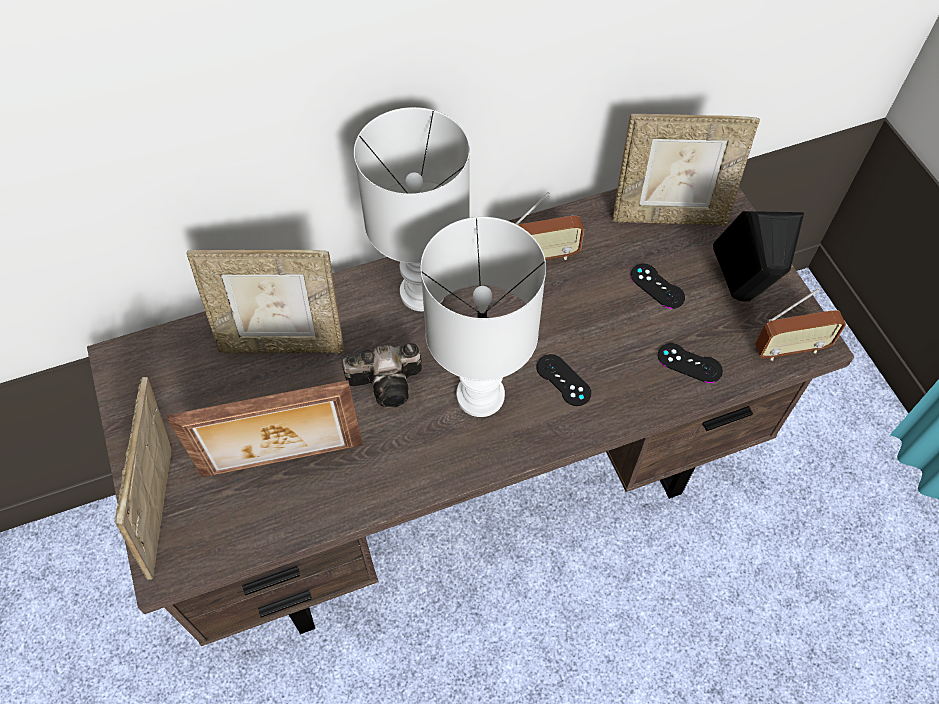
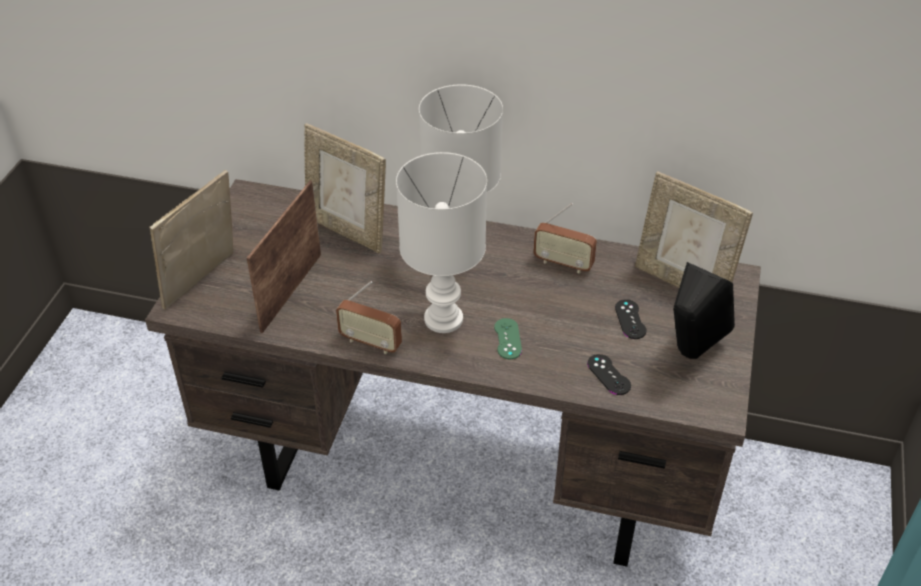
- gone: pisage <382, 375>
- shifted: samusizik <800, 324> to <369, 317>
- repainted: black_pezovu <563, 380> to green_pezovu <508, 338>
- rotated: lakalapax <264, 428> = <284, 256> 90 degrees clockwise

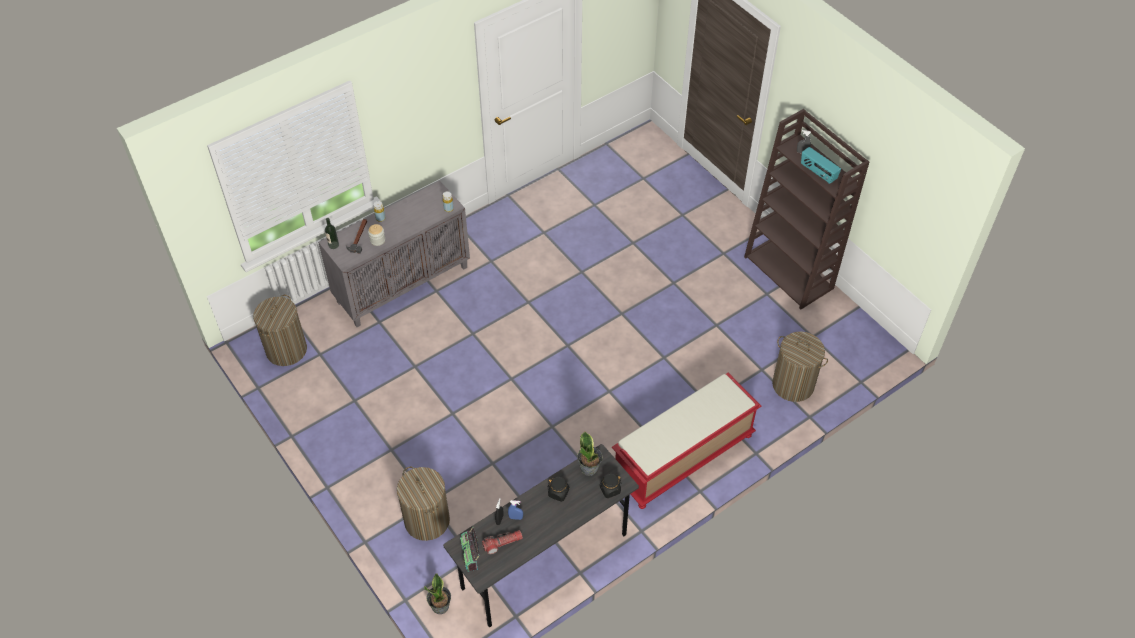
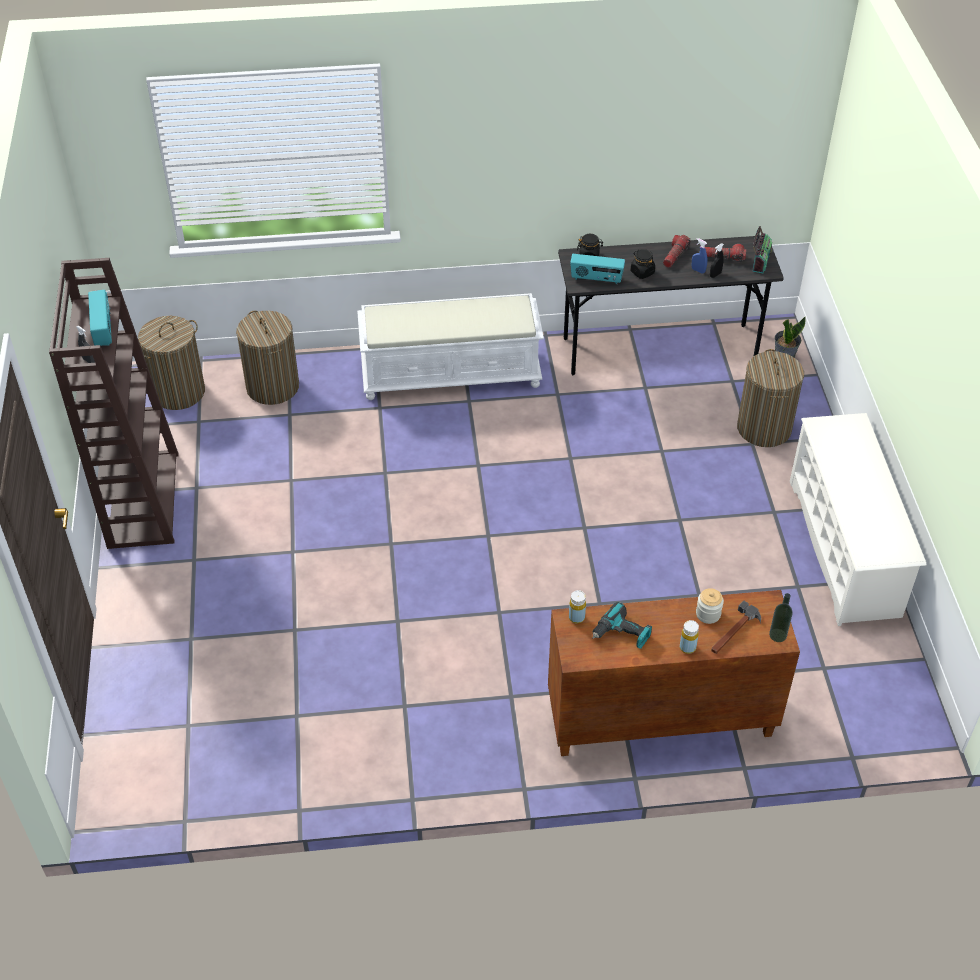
- new: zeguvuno <622, 625>
- new: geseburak <677, 251>
- new: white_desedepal <858, 519>
- shifted: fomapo <280, 330> to <171, 363>
- swapped: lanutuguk <590, 454> to samusizik <597, 269>
- repainted: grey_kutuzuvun <394, 254> to brown_kutuzuvun <674, 673>
- repainted: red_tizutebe <686, 441> to white_tizutebe <450, 346>

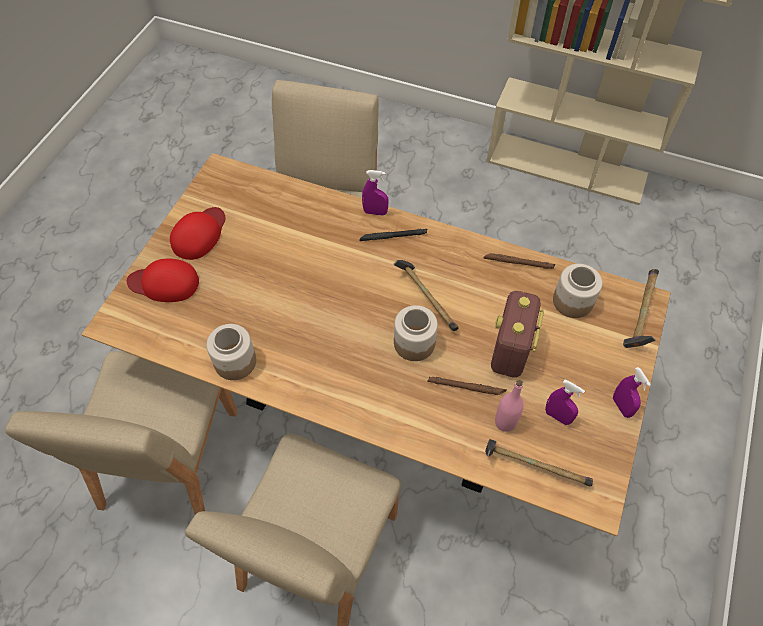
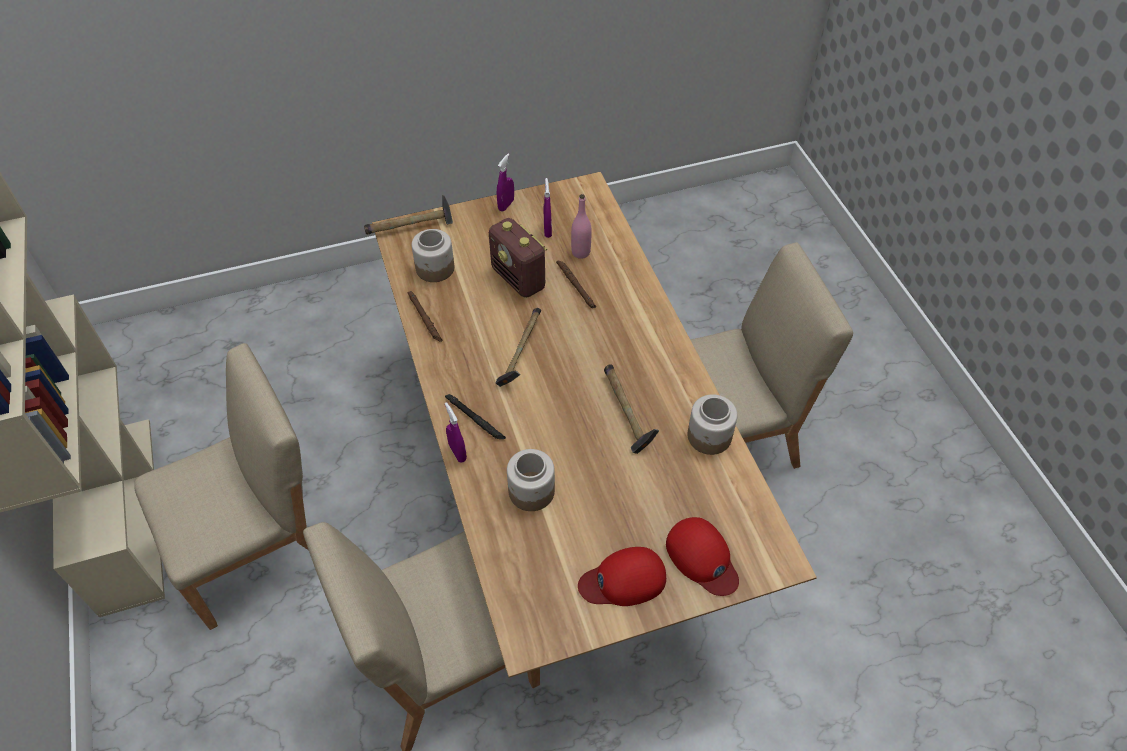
- shifted: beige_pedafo <121, 433> to <221, 486>
- shifted: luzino <416, 333> to <531, 480>
- shifted: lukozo <539, 463> to <631, 409>
- rotated: samusizik <517, 334> = <518, 258> 75 degrees clockwise

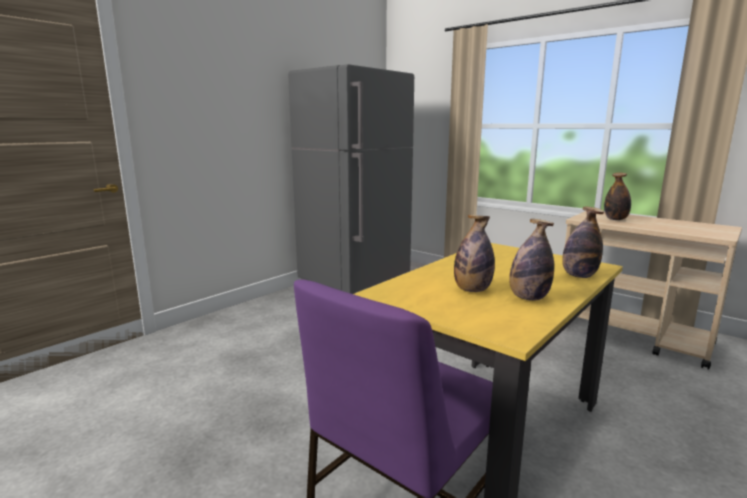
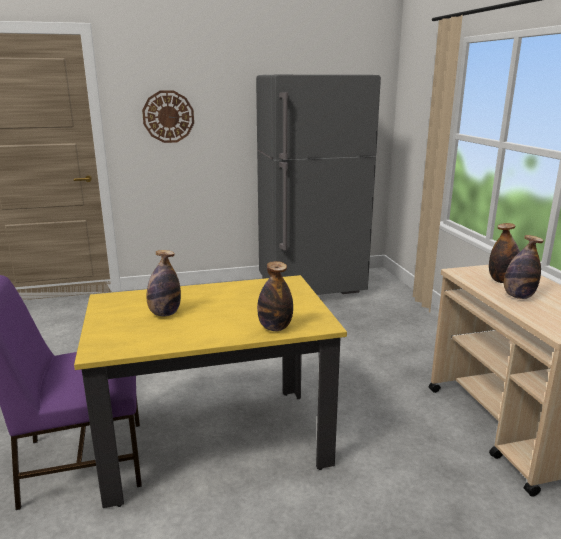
- new: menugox <168, 117>
- shifted: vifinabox <531, 260> to <523, 267>

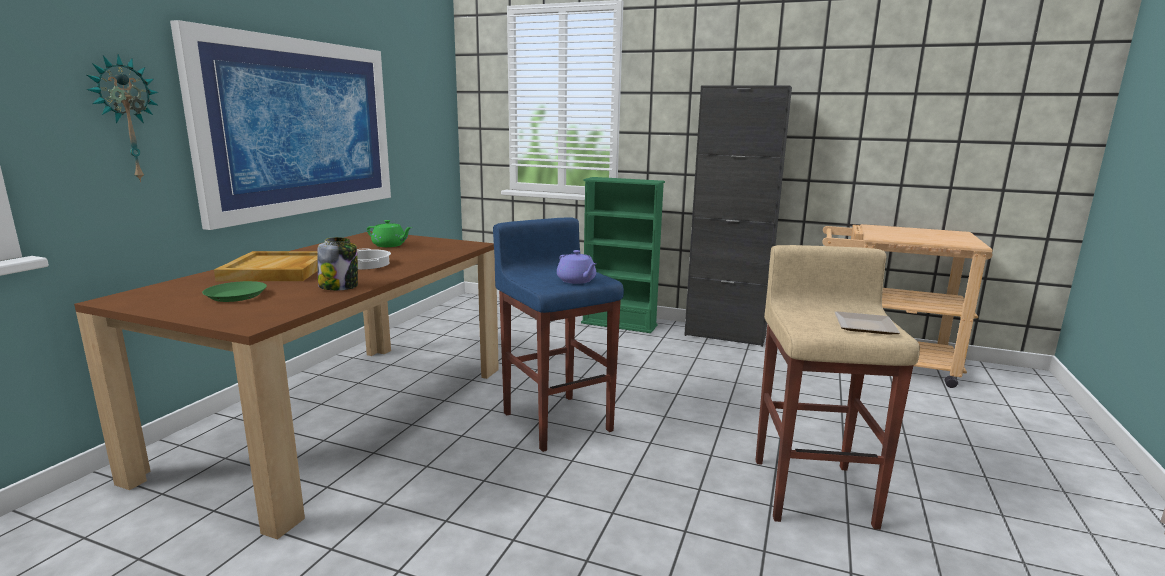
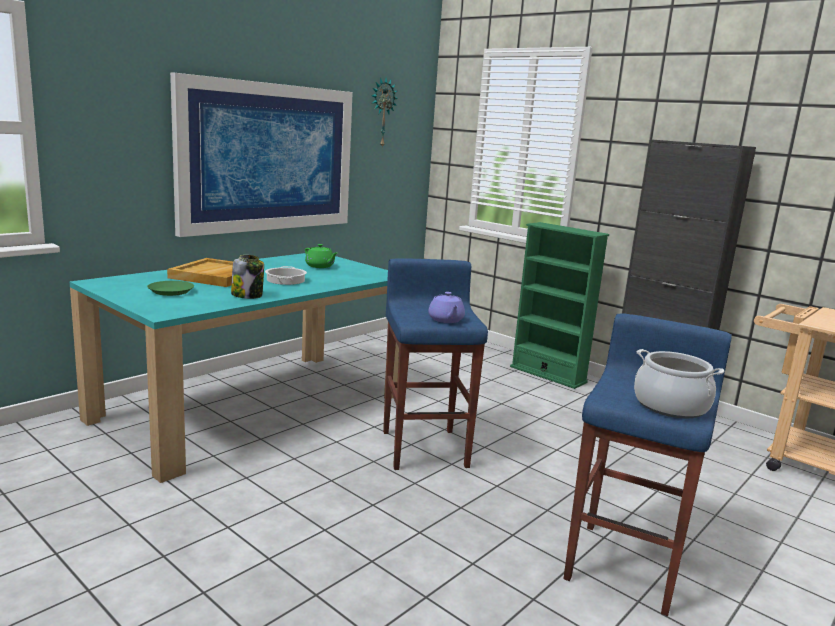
- shifted: menugox <122, 118> to <384, 112>
- swapped: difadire <867, 322> to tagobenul <679, 383>
- repainted: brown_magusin <286, 385> to turquoise_magusin <234, 368>
- repainted: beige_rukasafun <838, 387> to blue_rukasafun <647, 464>

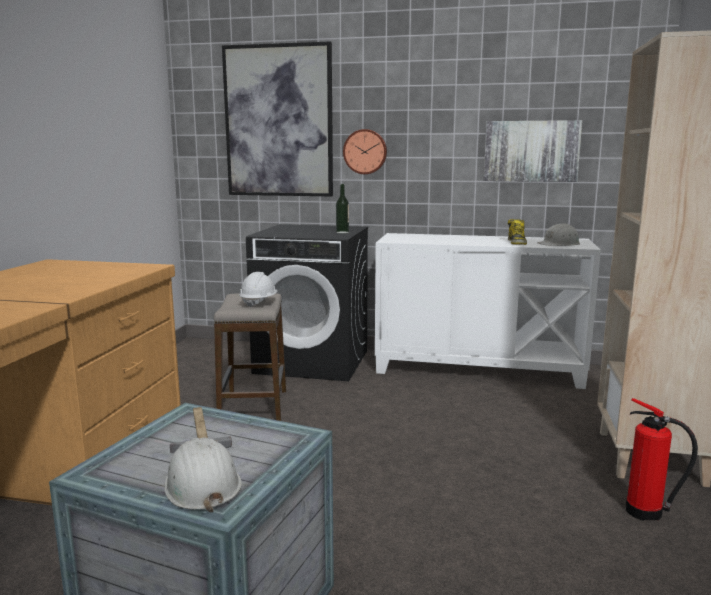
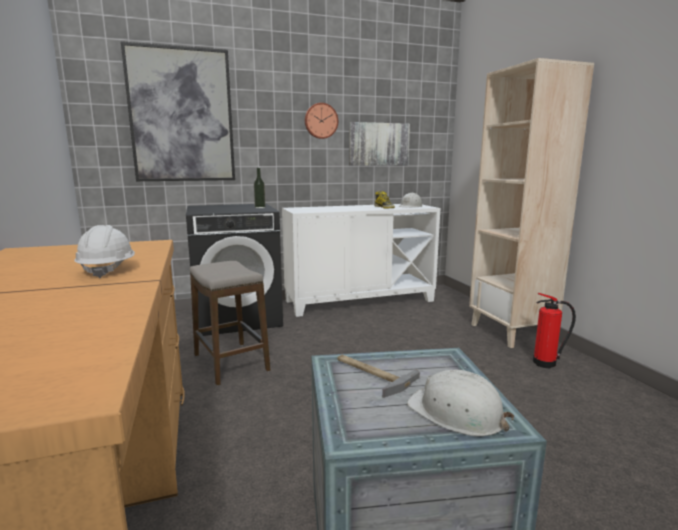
- shifted: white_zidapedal <258, 290> to <105, 251>
- shifted: menugox <365, 151> to <321, 121>

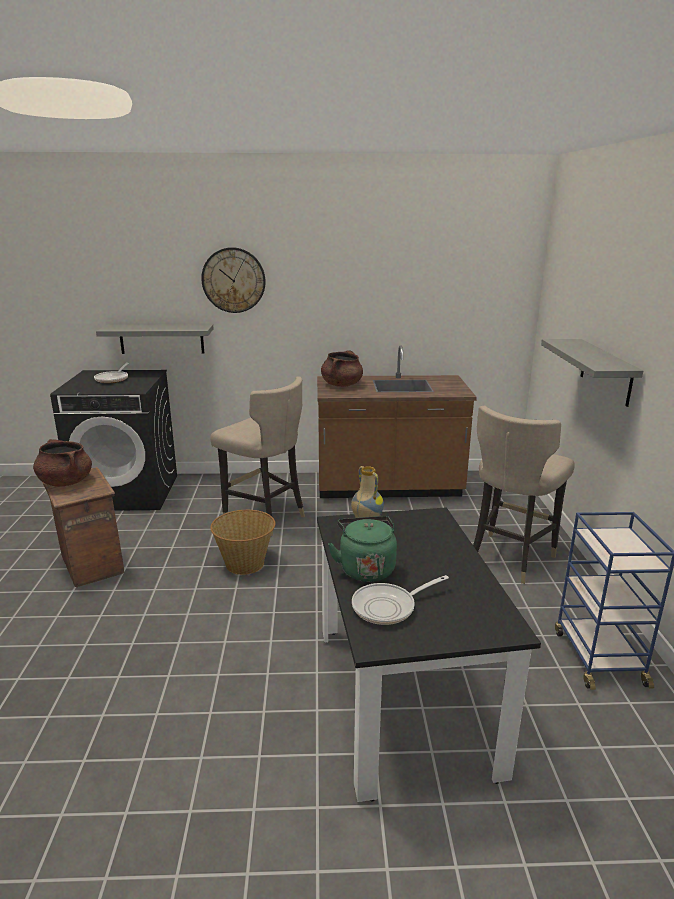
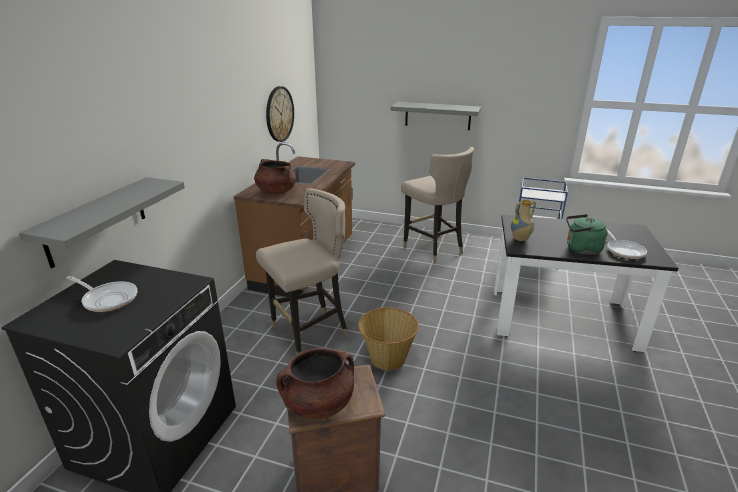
- shifted: menugox <233, 280> to <280, 114>

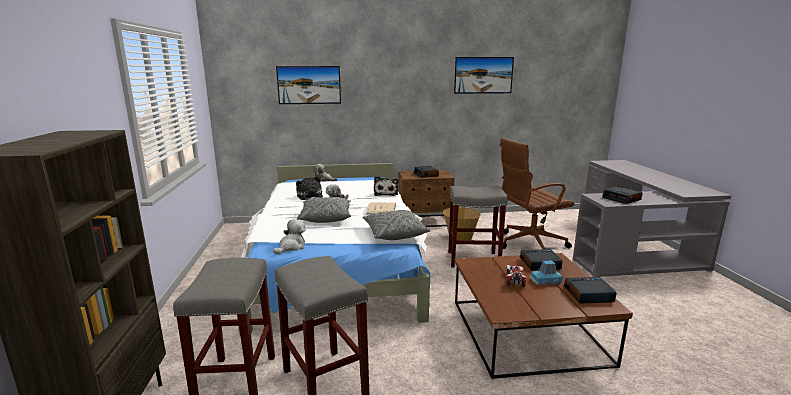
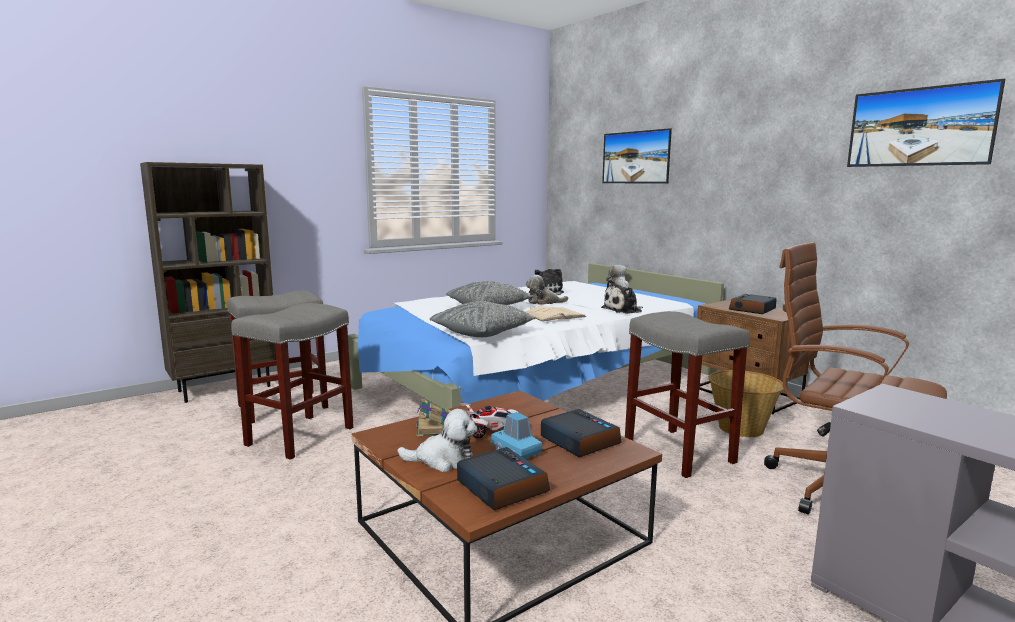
- gone: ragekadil <622, 195>
- new: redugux <433, 417>
- shifted: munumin <289, 236> to <437, 440>

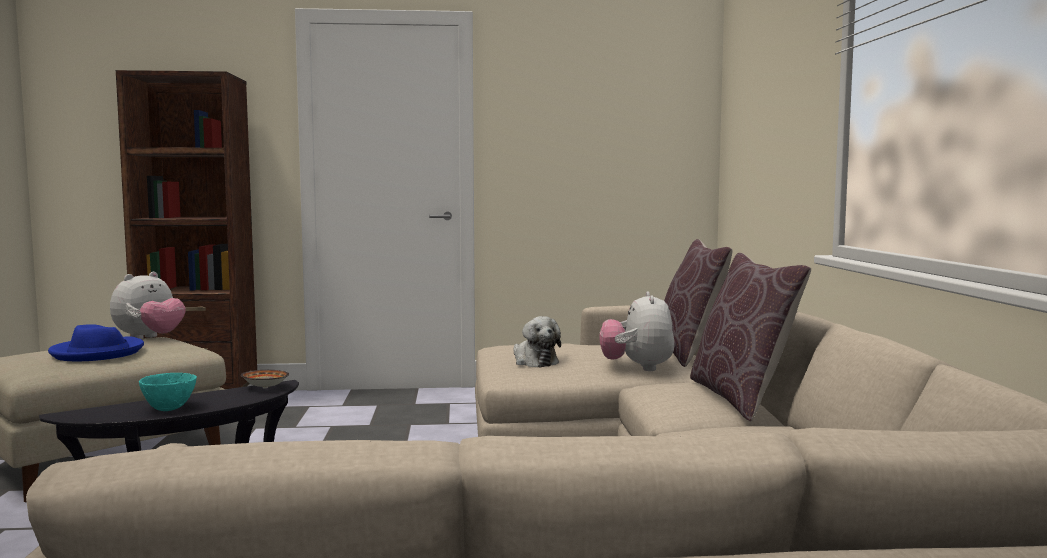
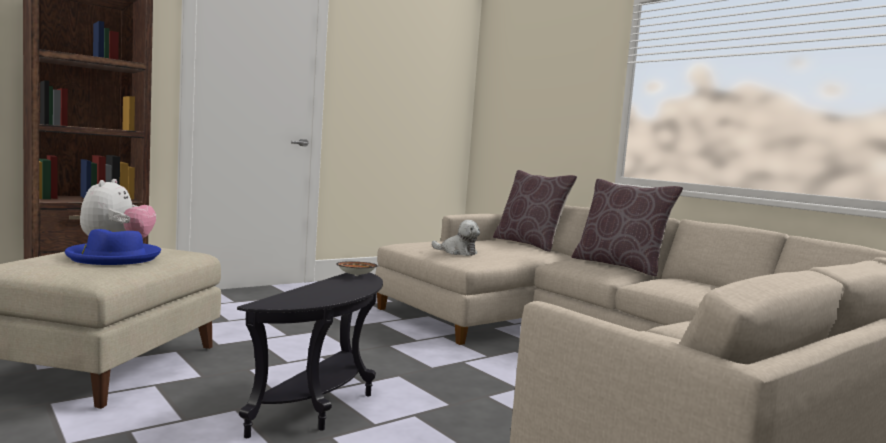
- gone: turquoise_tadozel <168, 392>
- gone: munumin <637, 331>

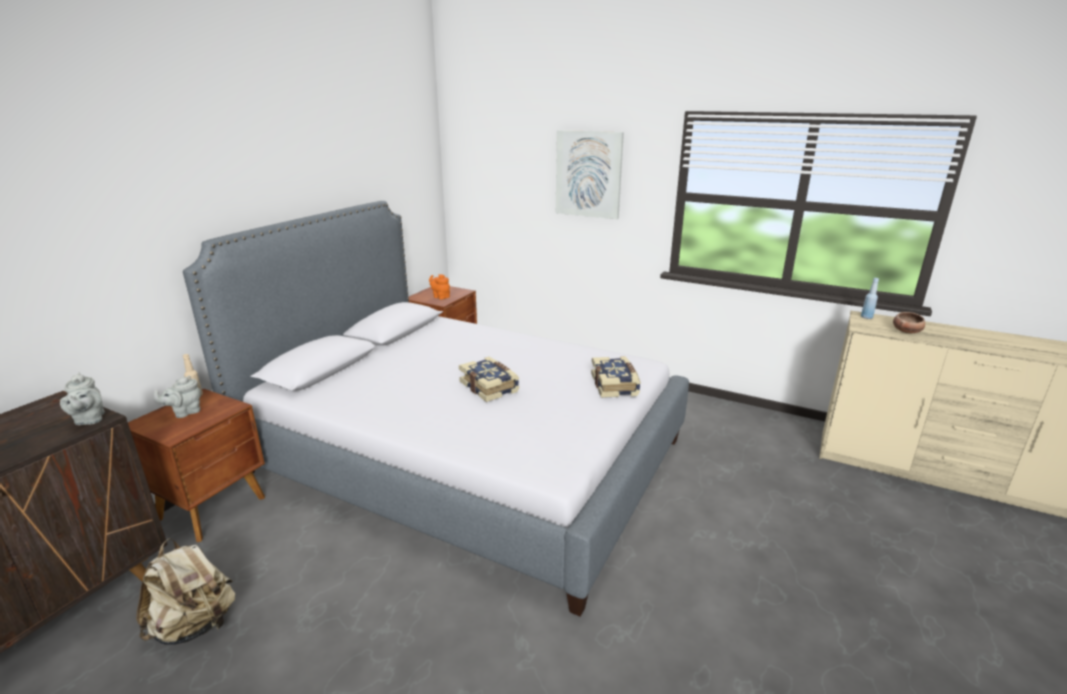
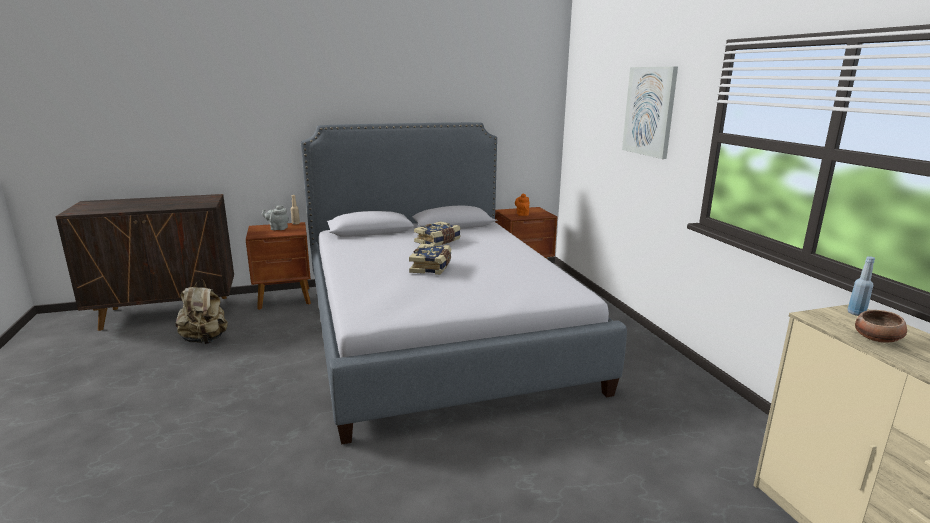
- gone: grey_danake <82, 398>
- shifted: redugux <616, 377> to <437, 233>

